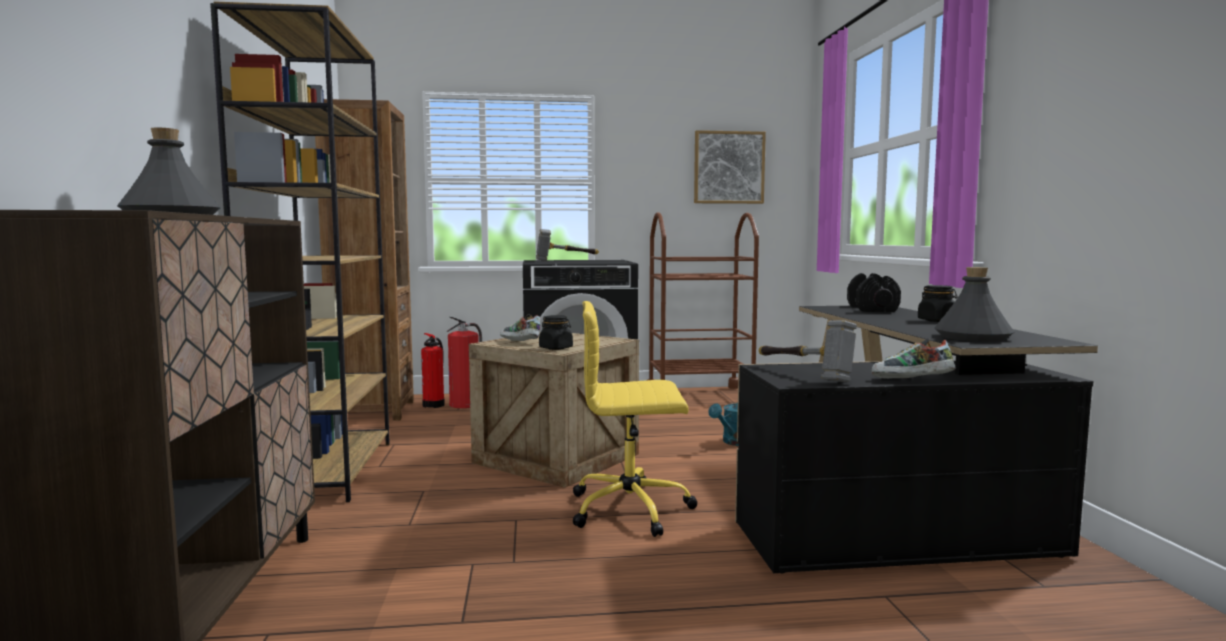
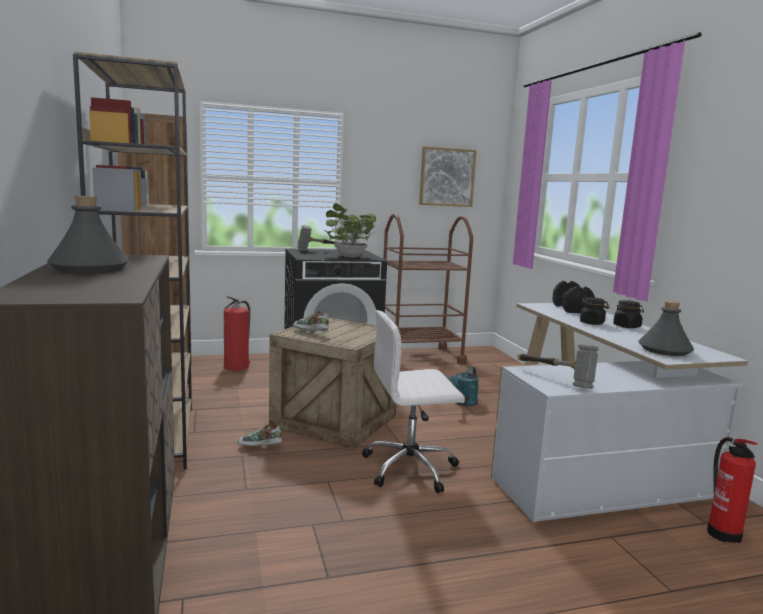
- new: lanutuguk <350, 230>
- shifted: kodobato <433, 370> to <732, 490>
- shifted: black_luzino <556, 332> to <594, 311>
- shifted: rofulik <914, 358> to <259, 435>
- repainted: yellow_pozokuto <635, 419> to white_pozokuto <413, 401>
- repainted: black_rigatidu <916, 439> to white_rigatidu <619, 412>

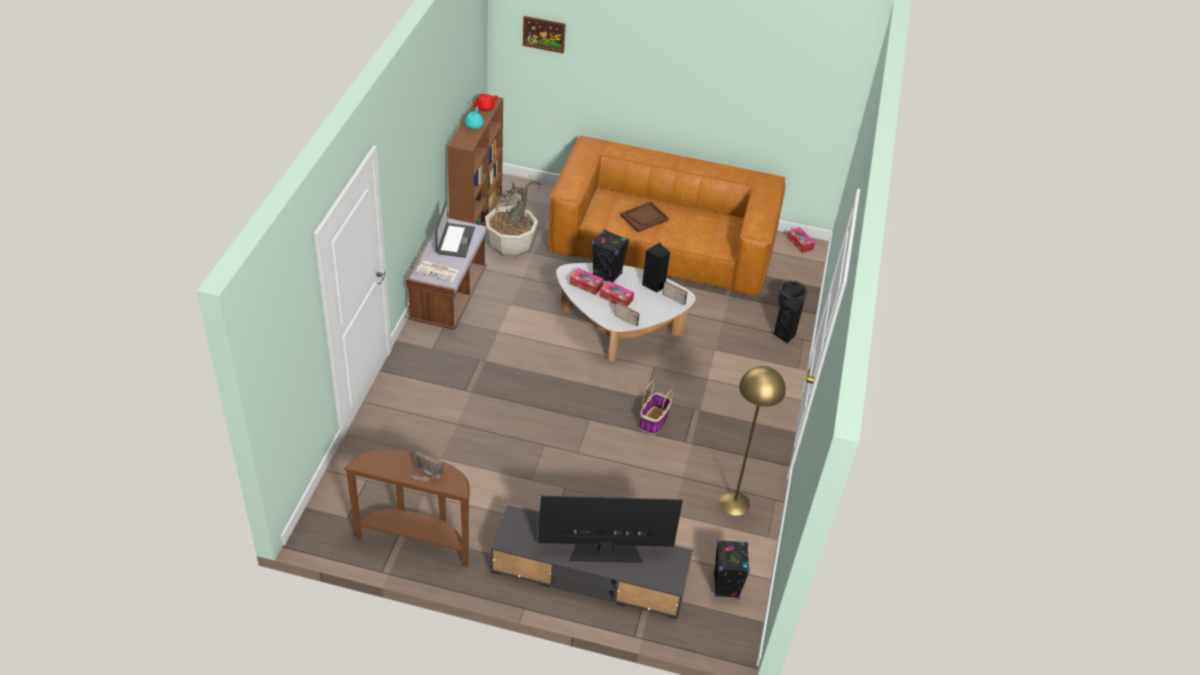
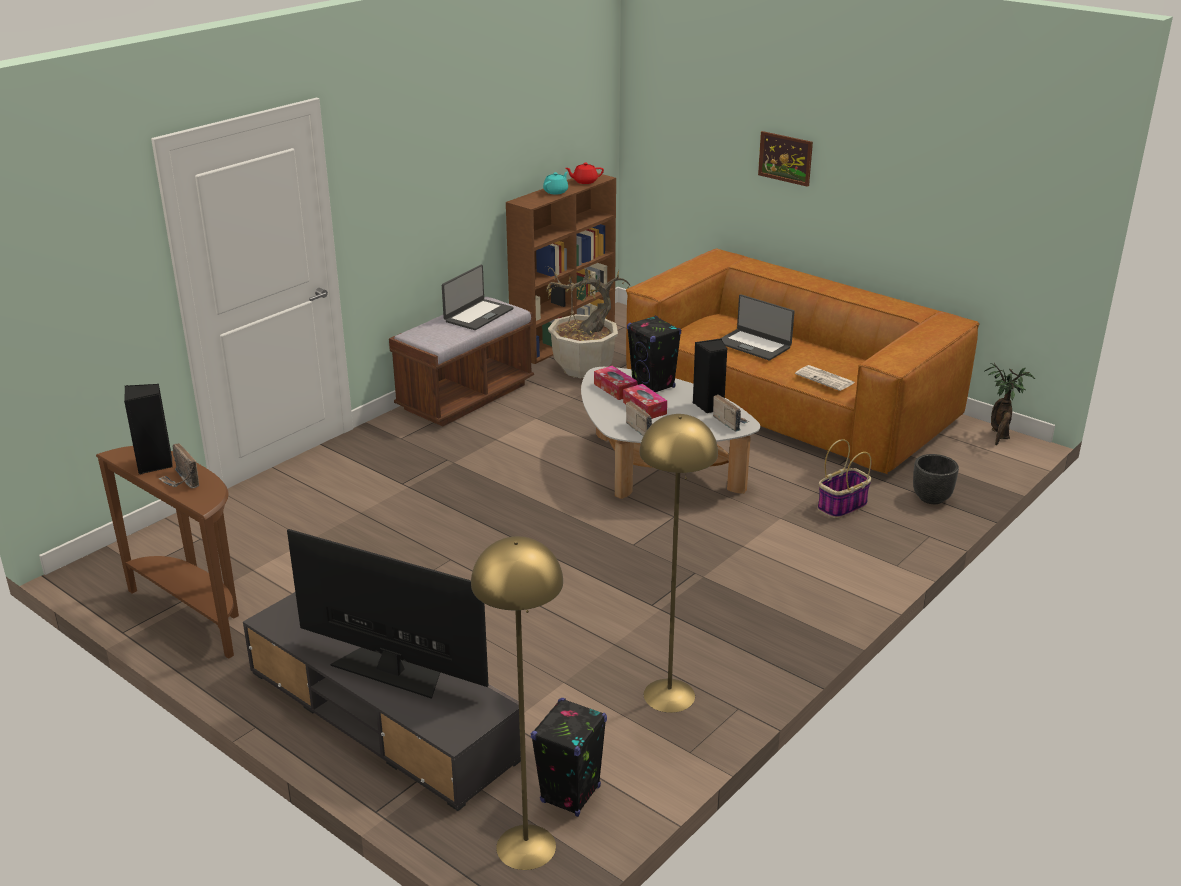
- new: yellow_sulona <517, 703>
- shifted: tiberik <438, 271> to <825, 378>
- shifted: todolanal <544, 35> to <785, 159>
- shifted: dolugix <656, 407> to <844, 478>
- shifted: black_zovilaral <788, 320> to <148, 429>
- swapped: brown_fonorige <644, 217> to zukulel <758, 327>
- swapped: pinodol <801, 240> to lanutuguk <1009, 404>

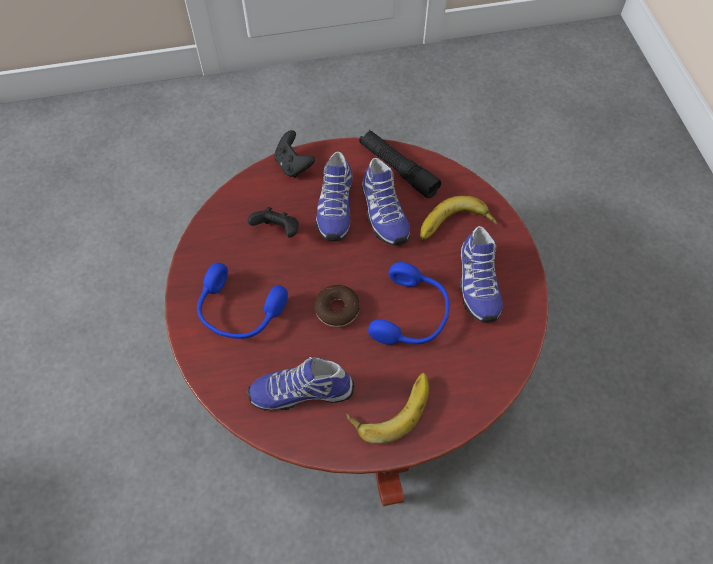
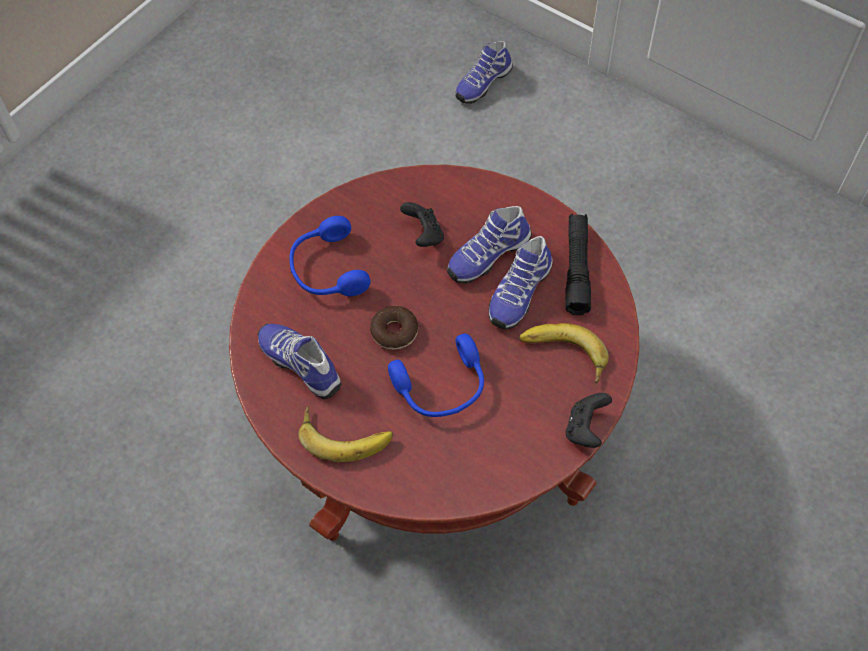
- shifted: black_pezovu <294, 154> to <589, 420>
- shifted: rofulik <481, 274> to <484, 72>

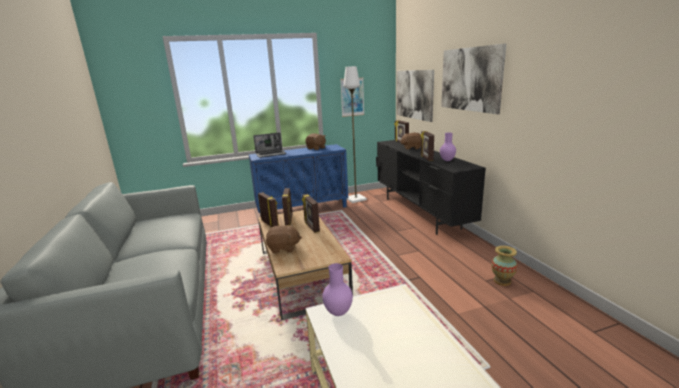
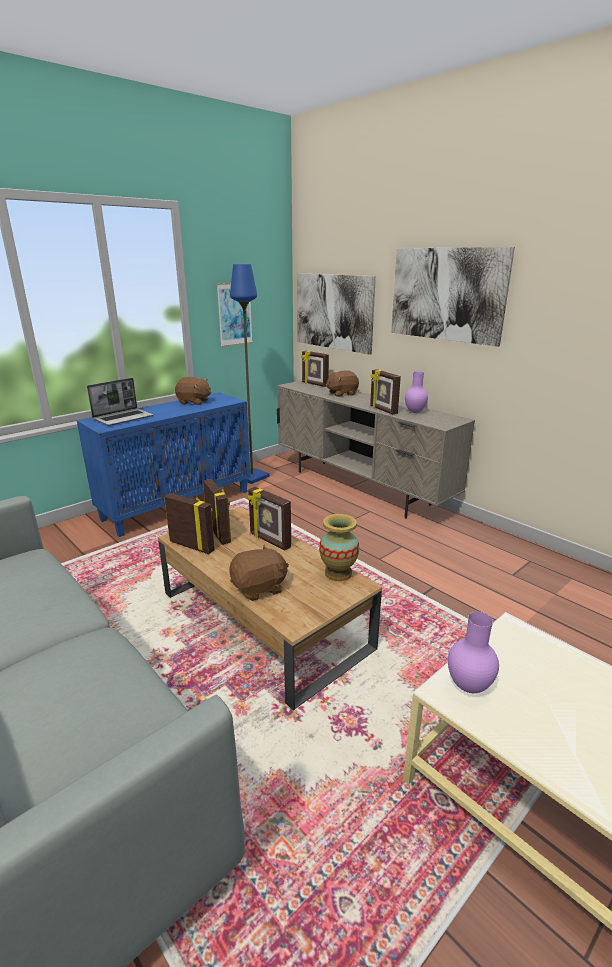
- shifted: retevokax <504, 266> to <339, 547>
- repainted: white_sulona <355, 134> to blue_sulona <250, 374>
- repainted: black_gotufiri <431, 187> to beige_gotufiri <376, 449>

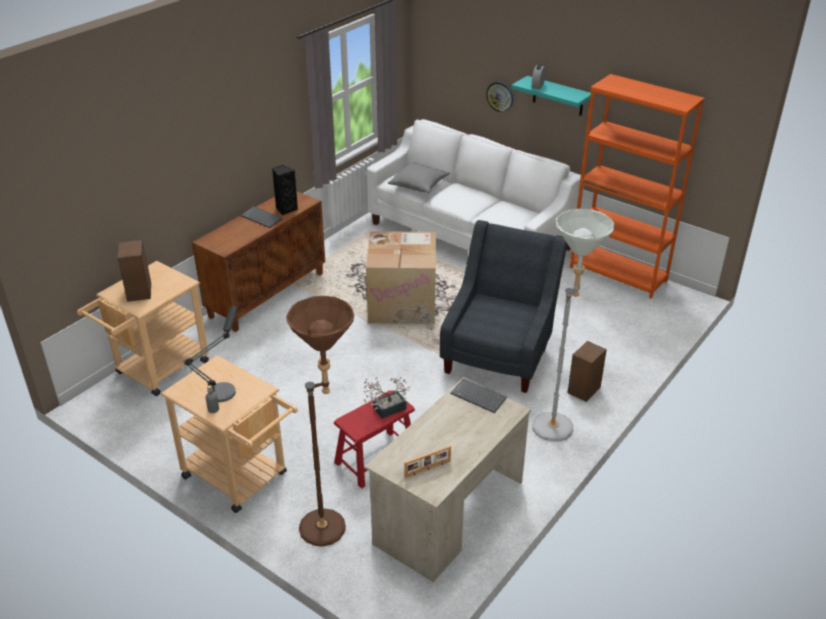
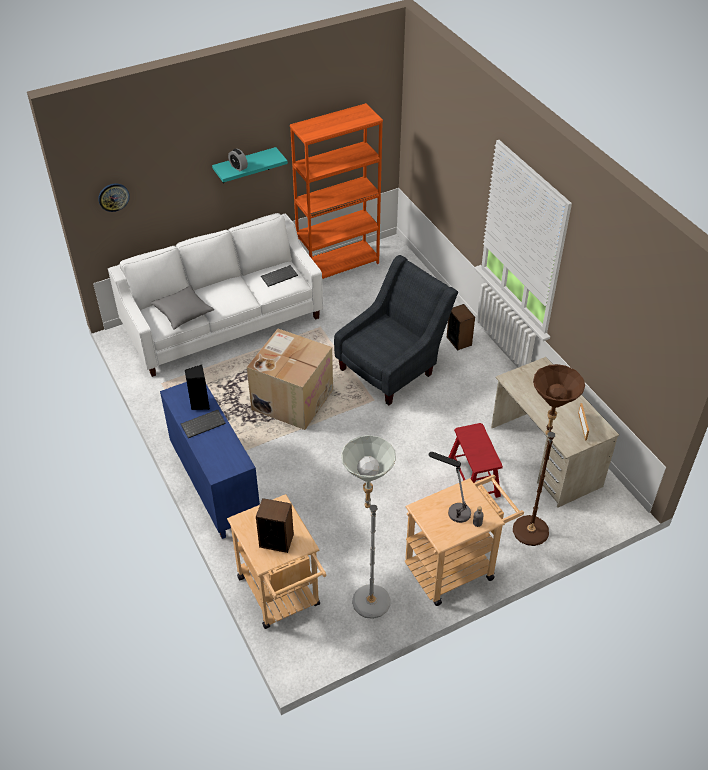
- gone: lanutuguk <387, 397>
- shifted: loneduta <479, 395> to <279, 276>
- shifted: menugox <499, 97> to <114, 197>
- shifted: grey_sulona <573, 325> to <368, 527>
- repainted: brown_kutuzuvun <258, 261> to blue_kutuzuvun <210, 460>
- rotated: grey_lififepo <503, 306> = <396, 330> 90 degrees clockwise

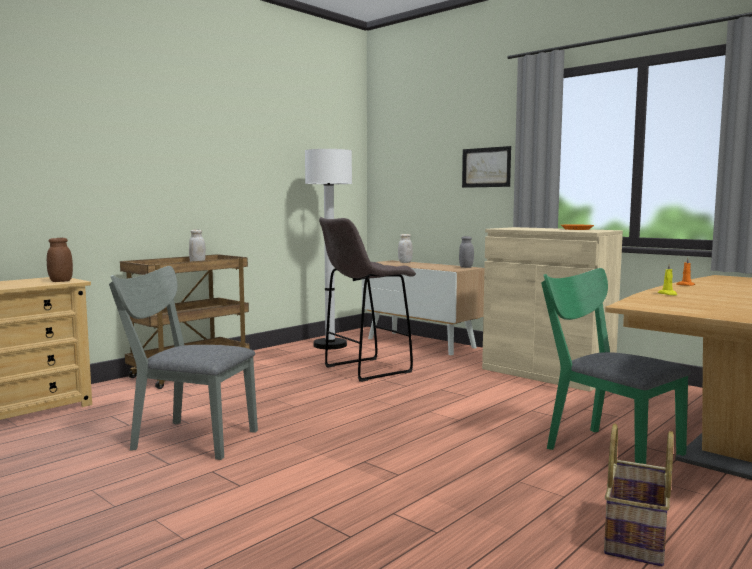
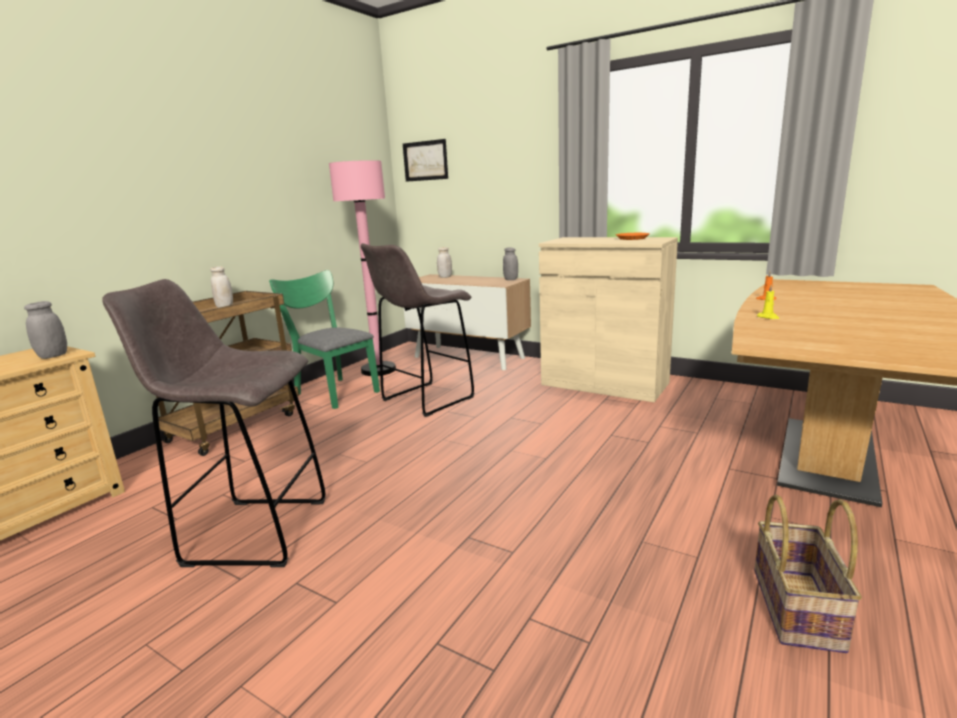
- shifted: todolanal <486, 167> to <425, 160>
- shifted: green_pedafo <616, 366> to <324, 339>
- swapped: grey_pedafo <183, 363> to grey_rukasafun <214, 423>
- repainted: brown_luzino <60, 260> to grey_luzino <45, 330>
- repainted: white_sulona <328, 249> to pink_sulona <362, 268>

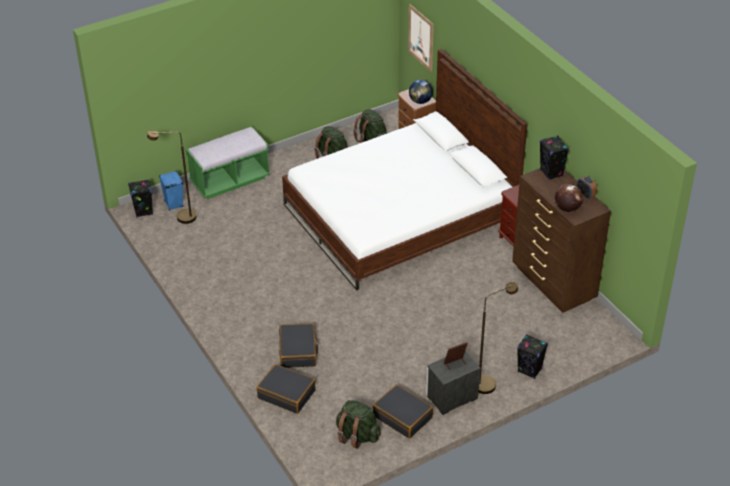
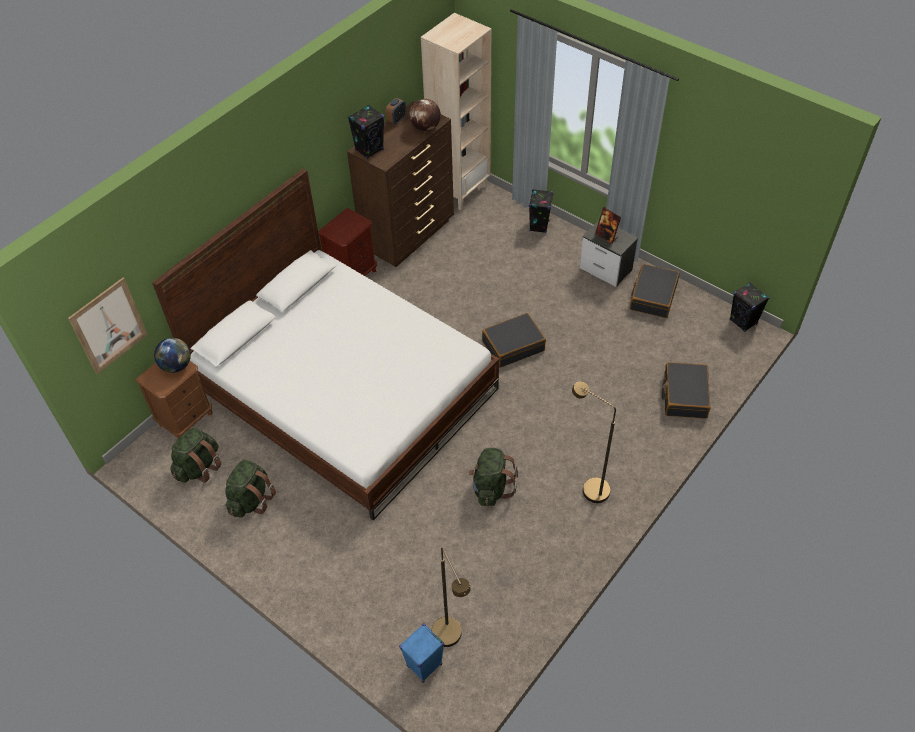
- gone: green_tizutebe <228, 163>
- new: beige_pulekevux <456, 111>
- shifted: black_zovilaral <140, 198> to <749, 307>
- shifted: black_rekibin <298, 345> to <514, 340>
- shifted: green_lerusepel <358, 424> to <493, 477>
- shifted: brown_sulona <498, 338> to <594, 442>

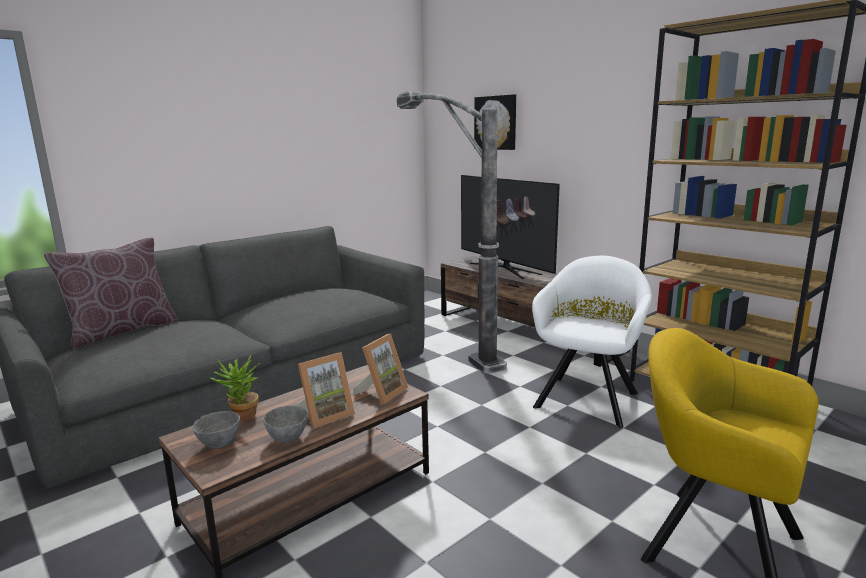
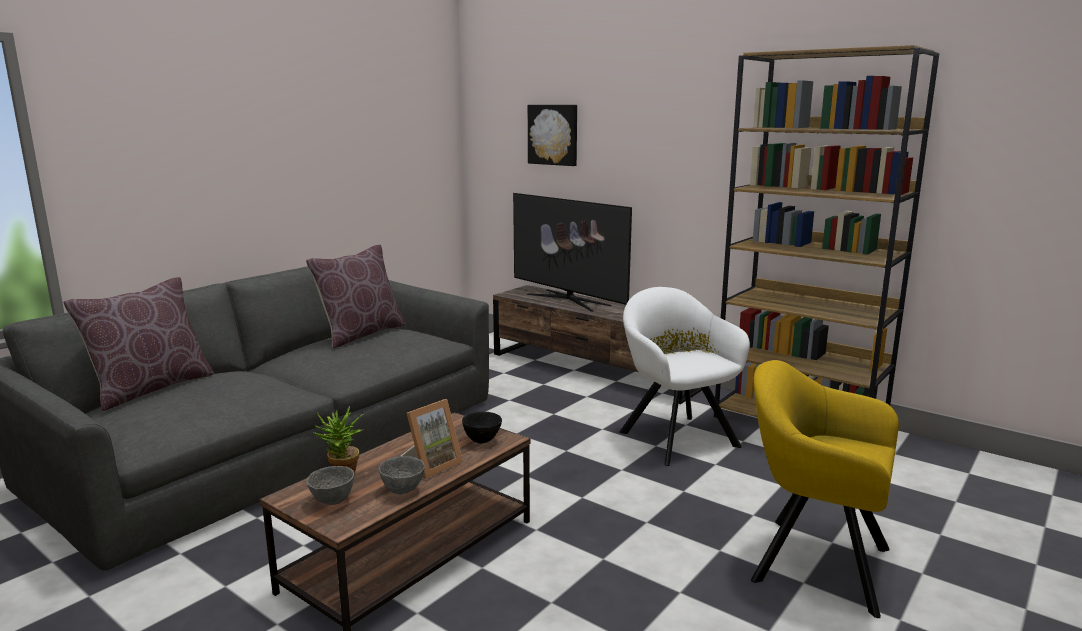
- gone: sulona <452, 232>
- new: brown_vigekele <355, 297>
- swapped: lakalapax <381, 369> to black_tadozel <482, 427>
- rotated: white_lififepo <592, 342> = <685, 376> 45 degrees counterclockwise

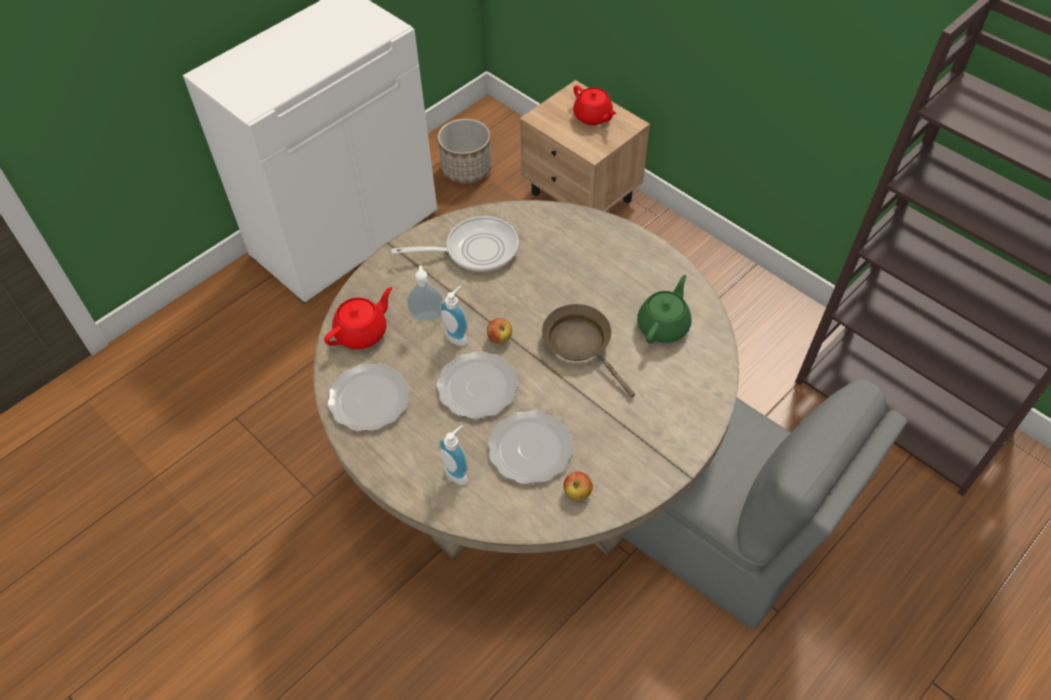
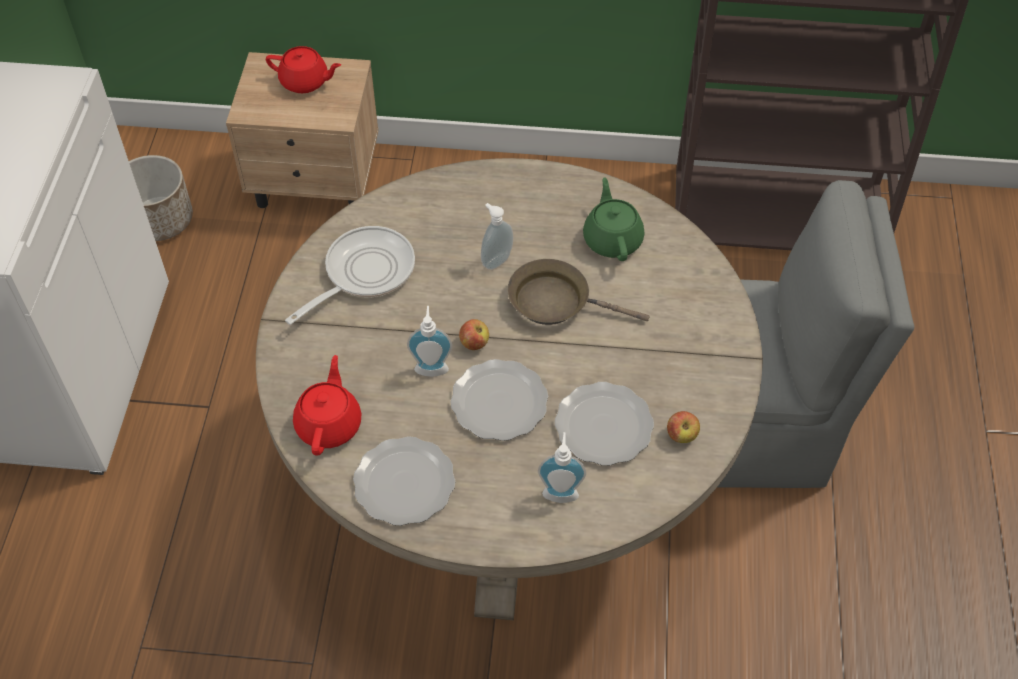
- shifted: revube <425, 293> to <497, 236>

